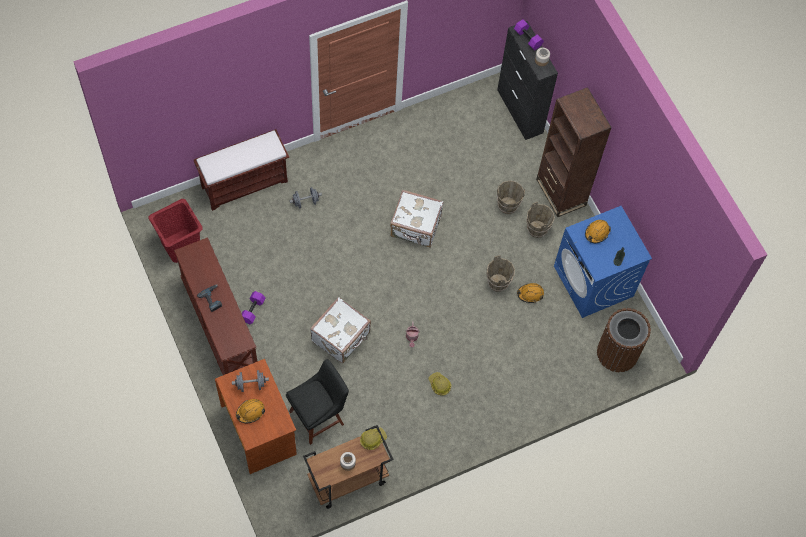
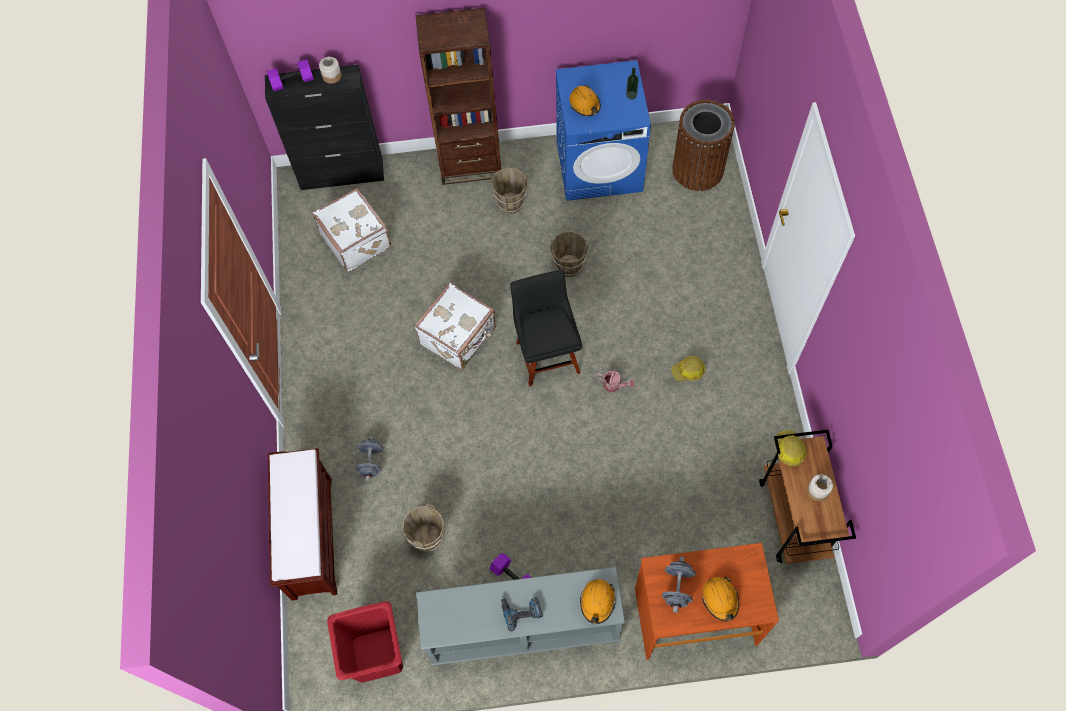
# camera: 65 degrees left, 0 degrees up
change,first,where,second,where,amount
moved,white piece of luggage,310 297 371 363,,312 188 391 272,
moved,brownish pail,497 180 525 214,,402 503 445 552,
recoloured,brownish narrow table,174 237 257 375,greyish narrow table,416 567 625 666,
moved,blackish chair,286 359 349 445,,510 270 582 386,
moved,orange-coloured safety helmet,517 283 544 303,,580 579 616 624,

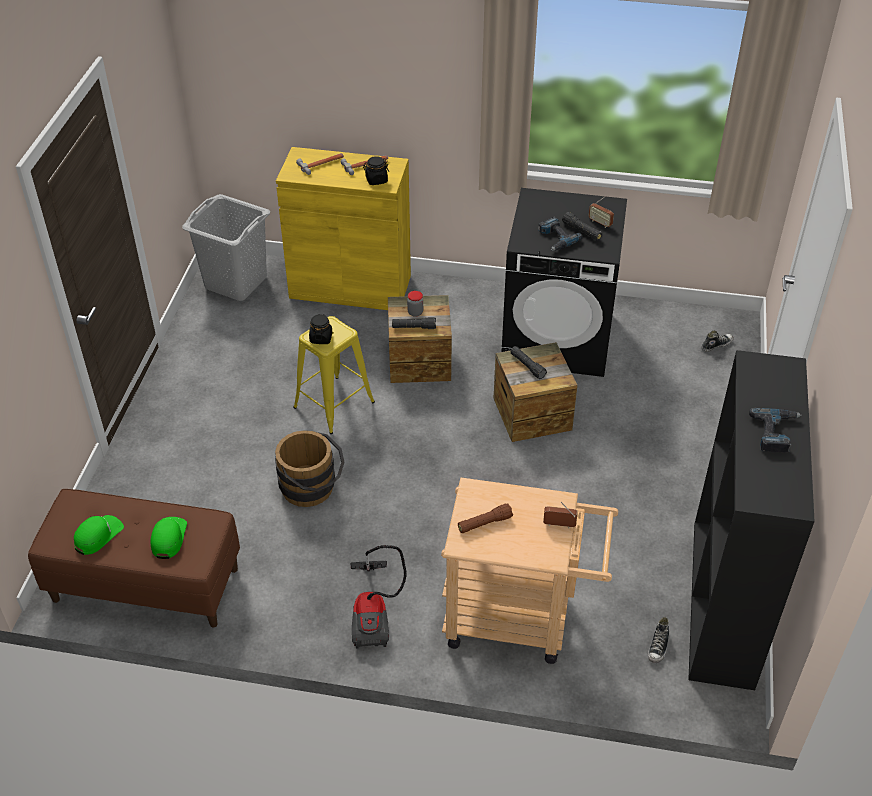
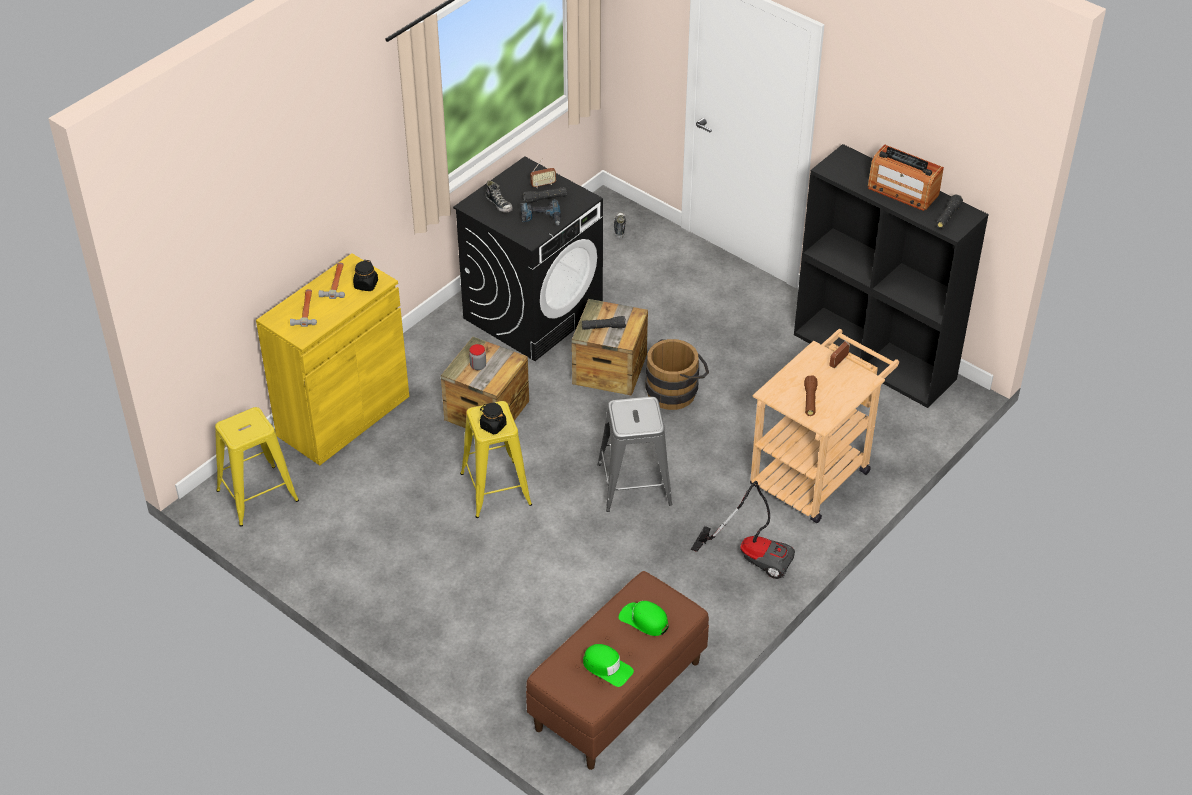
# camera: 60 degrees left, 0 degrees up
change,first,where,second,where,amount
replaced,greyish washing basket,182 194 270 301,yellowish stool,215 407 299 527,
moved,shoe,648 617 669 663,,486 180 513 213,
turned,greenish cap,74 515 124 555,,583 644 634 687,150 degrees clockwise
added,,,greyish stool,597 397 672 512,
moved,brownish pail,275 430 345 507,,646 339 709 410,
replaced,power drill,749 408 802 453,radio set,868 144 944 211,
moved,blackish flashlight,392 317 436 329,,936 194 963 229,

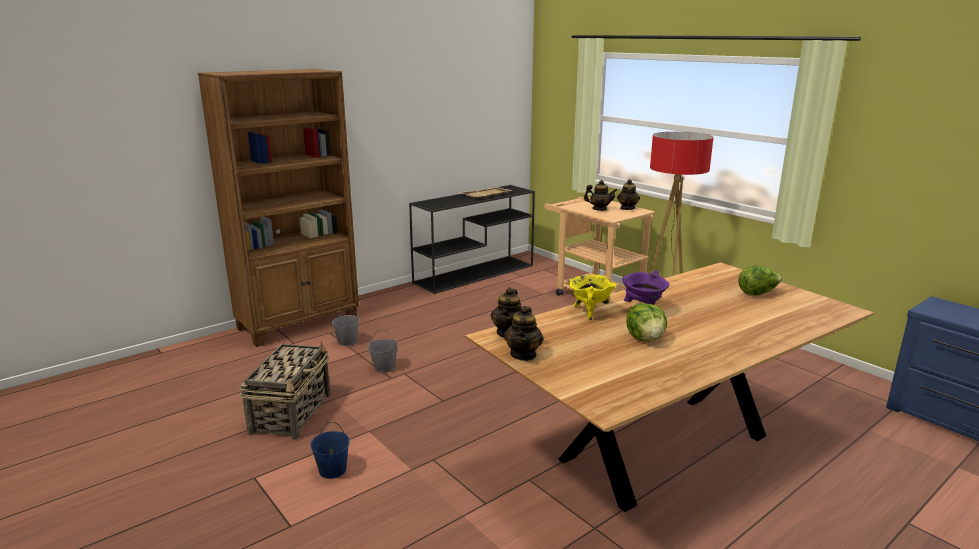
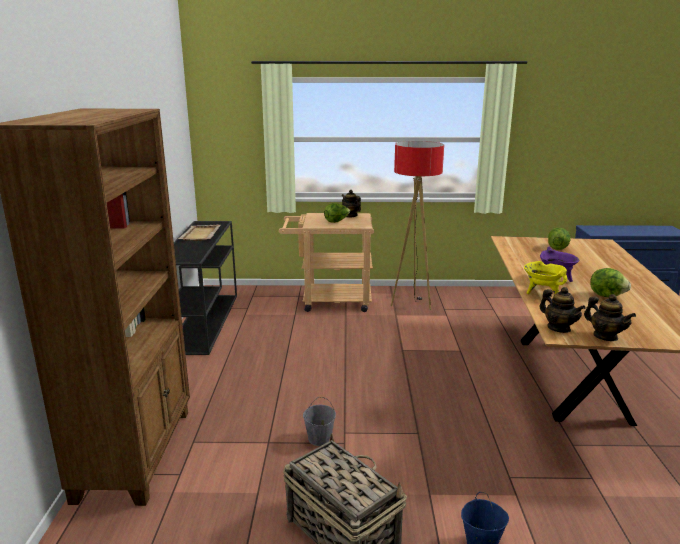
# camera: 50 degrees left, 0 degrees up
change,first,where,second,where,amount
replaced,pot for tea,584 180 618 211,head of lettuce,324 203 350 223,
removed,greyish pail,332 305 359 346,,,

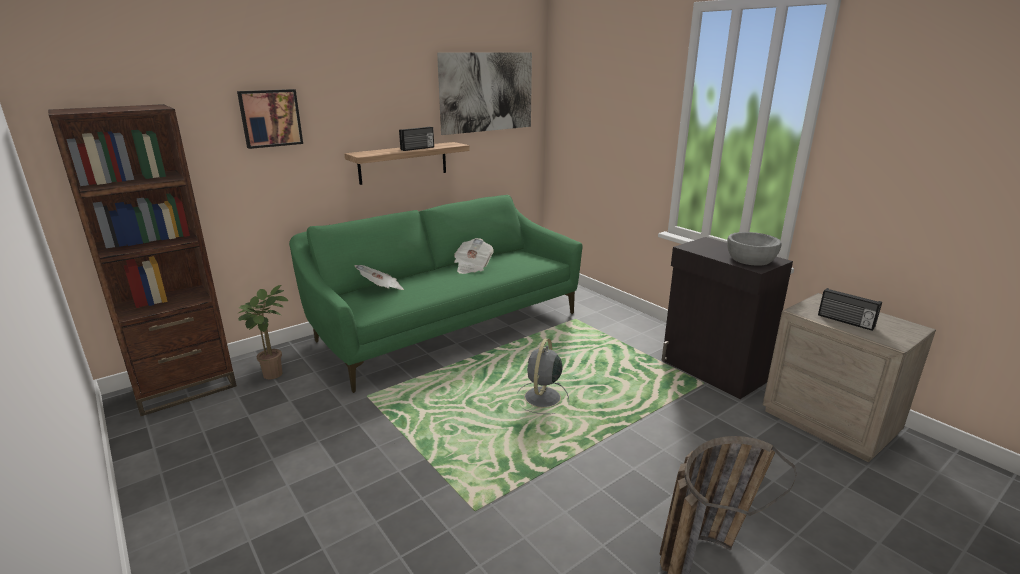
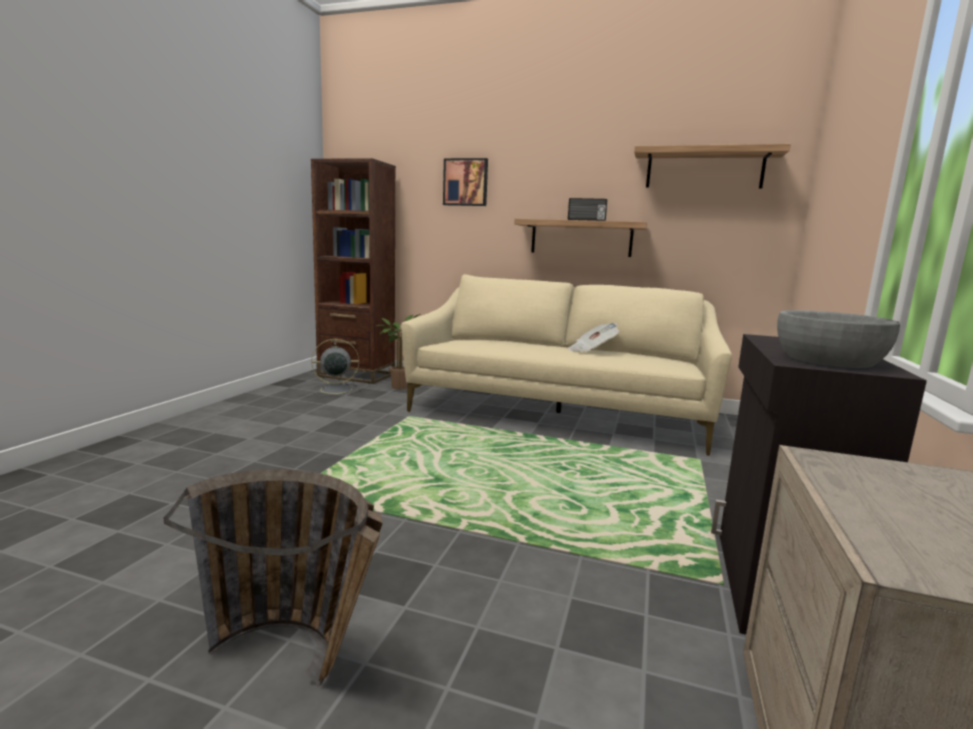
# camera: 55 degrees right, 10 degrees down
change,first,where,second,where,amount
moved,greyish fan,517 338 569 414,,311 339 361 397,
recoloured,greenish sofa,289 195 583 393,sand-coloured sofa,401 274 732 456,
replaced,wall picture,437 52 532 135,bracket shelf,634 144 791 189,
removed,daily paper,354 265 404 290,,,
removed,radio set,818 288 882 331,,,

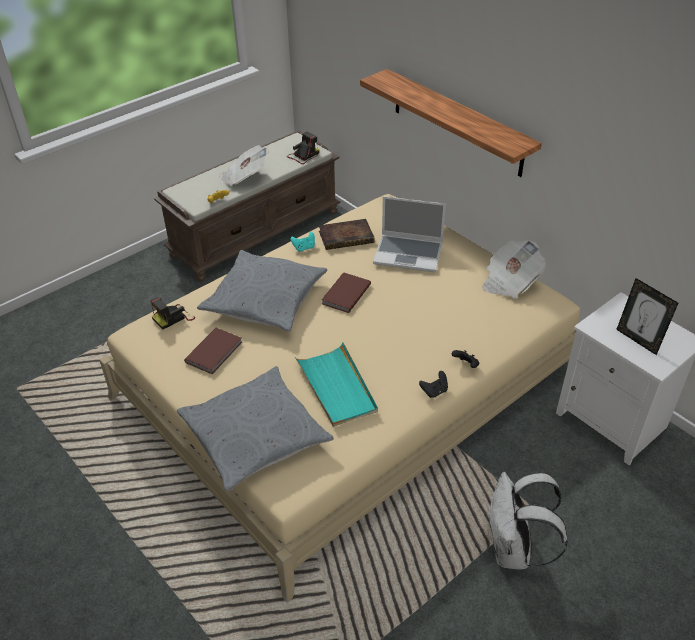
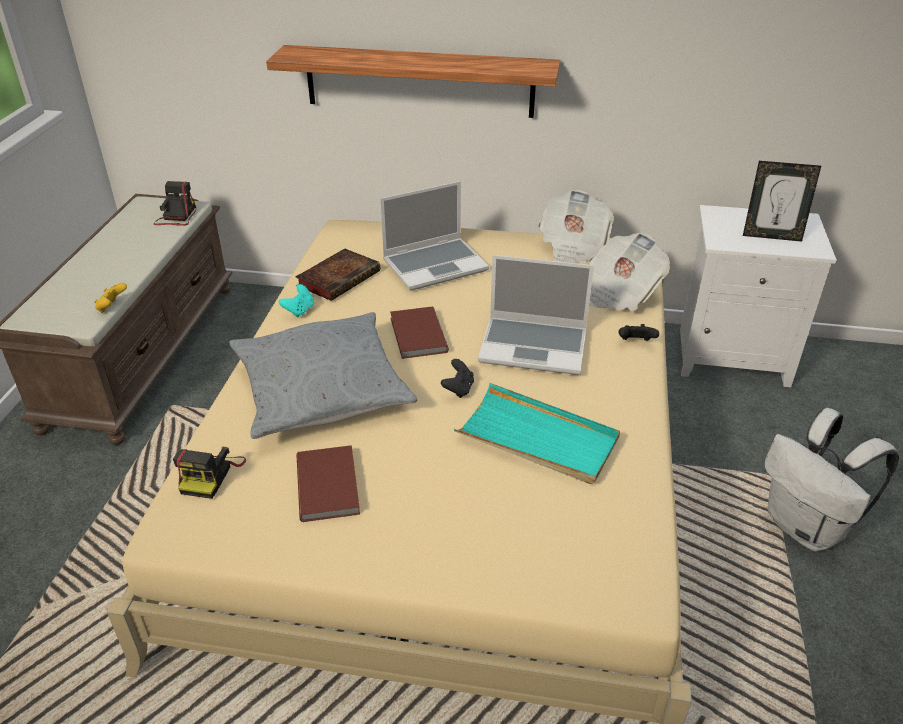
# camera: 40 degrees left, 5 degrees down
change,first,where,second,where,amount
moved,blackish gamepad,419 371 448 398,,441 359 474 398,
added,,,laptop,478 255 594 375,
moved,daily paper,219 145 269 187,,589 233 670 311,
removed,greyish pillow,177 366 334 491,,,

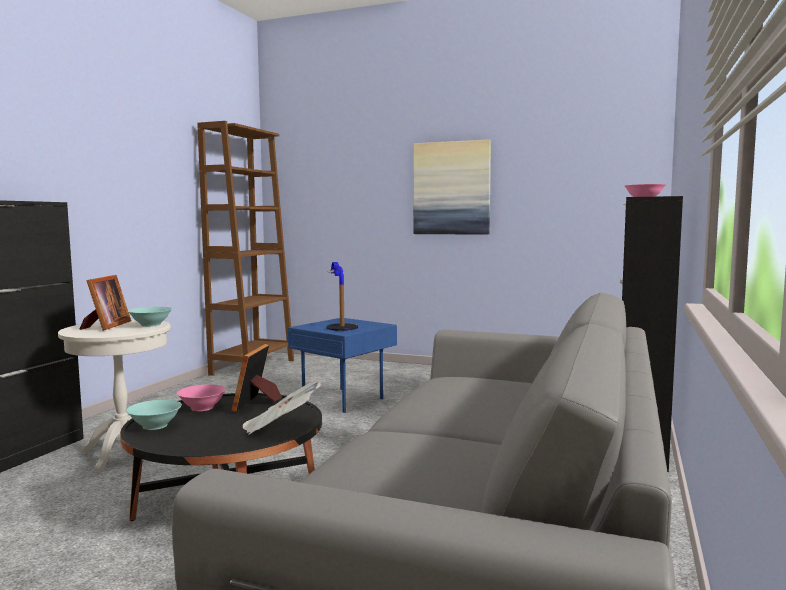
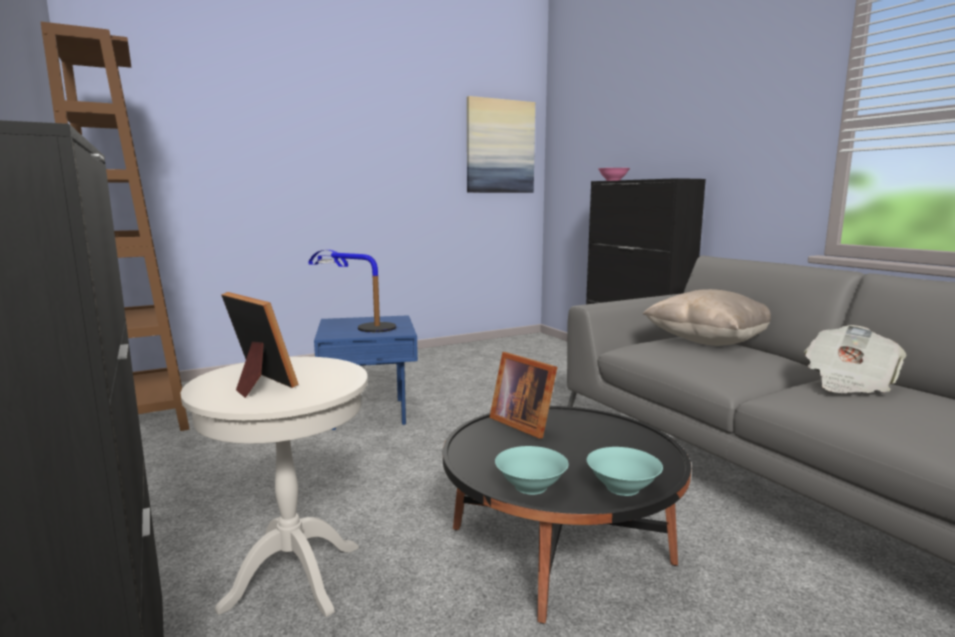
# camera: 50 degrees left, 5 degrees up
change,first,where,second,where,amount
moved,wall picture,413 140 491 235,,467 96 535 193,
moved,turquoise serving bowl,128 307 172 327,,587 447 663 496,
added,,,sand-coloured pillow,643 289 771 346,
moved,daily paper,242 382 321 435,,804 325 906 393,
removed,pinkish serving bowl,177 385 226 411,,,

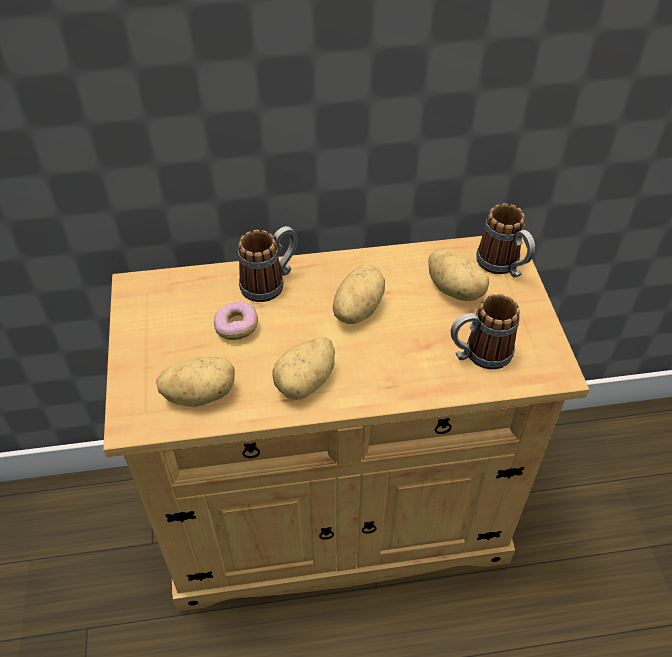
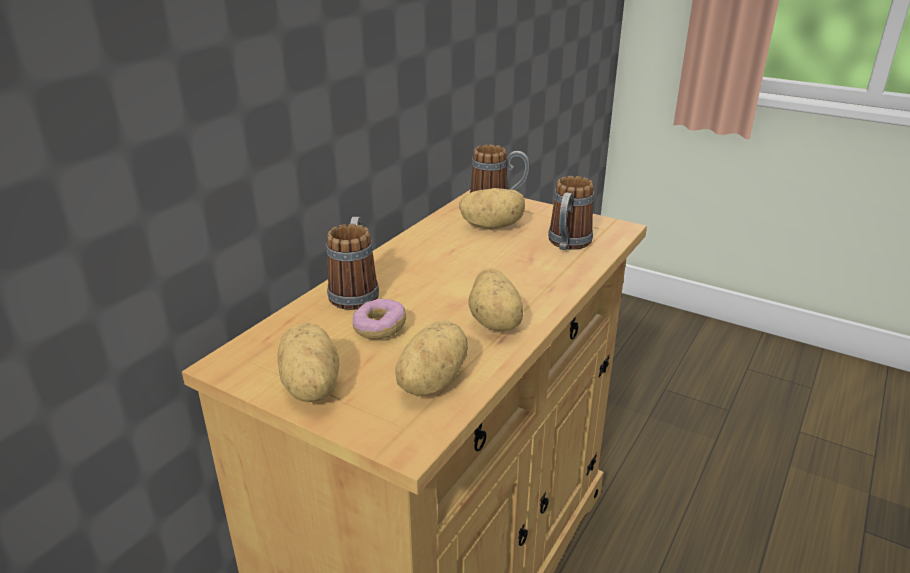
# camera: 50 degrees left, 20 degrees down
change,first,where,second,where,amount
moved,spud,333 265 385 324,,277 323 339 402,

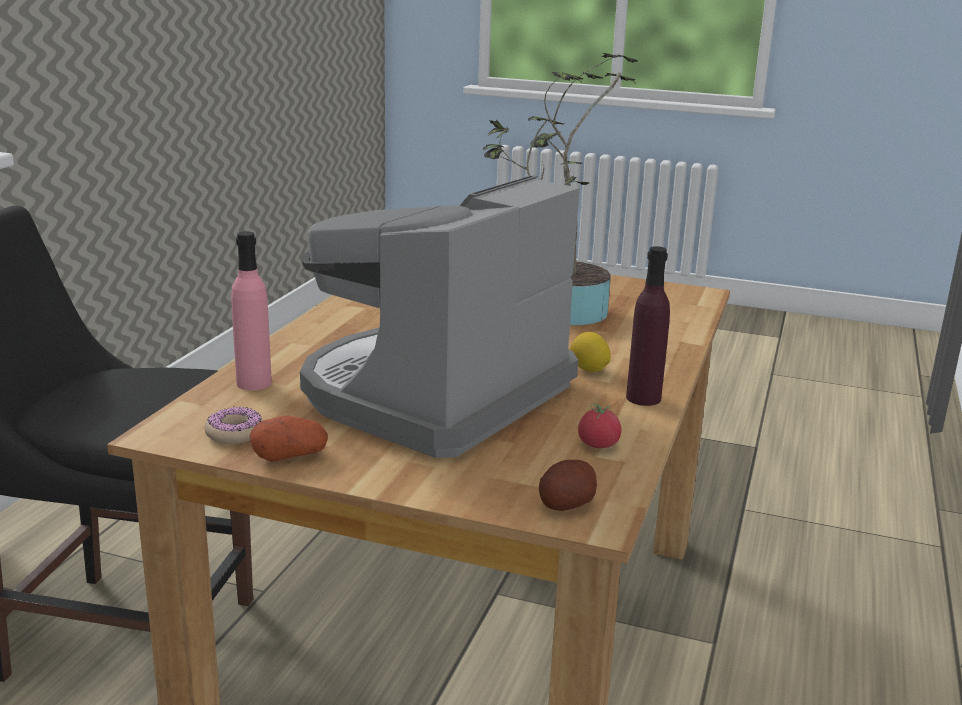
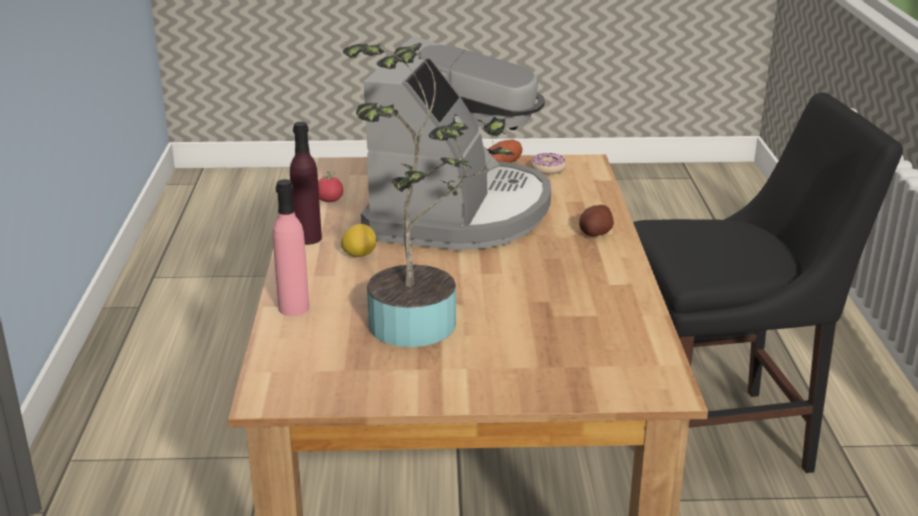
# camera: 160 degrees right, 5 degrees up
change,first,where,second,where,amount
moved,pinkish drink bottle,231 231 272 390,,273 179 309 316,
moved,spud,539 460 597 511,,579 205 614 236,

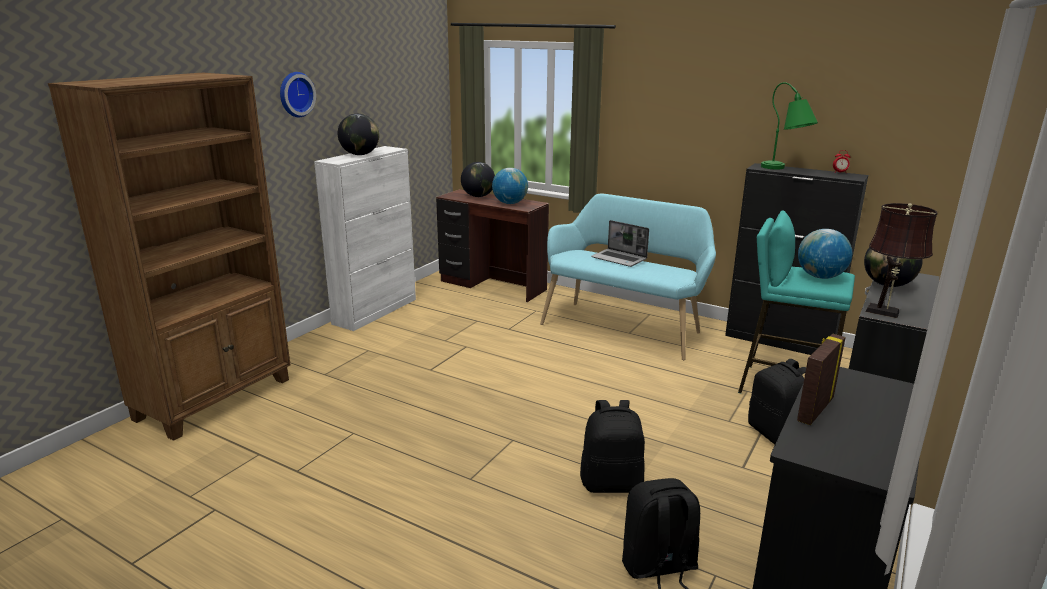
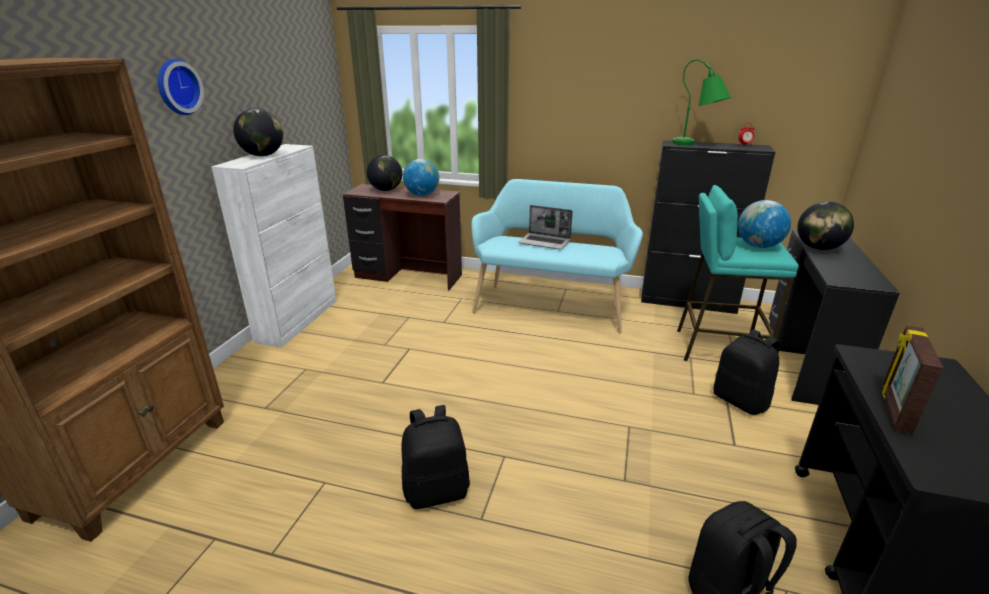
# camera: 15 degrees left, 5 degrees up
change,first,where,second,where,amount
moved,blackish rucksack,580 400 645 493,,402 405 470 509,
removed,brownish table lamp,866 203 937 318,,,

